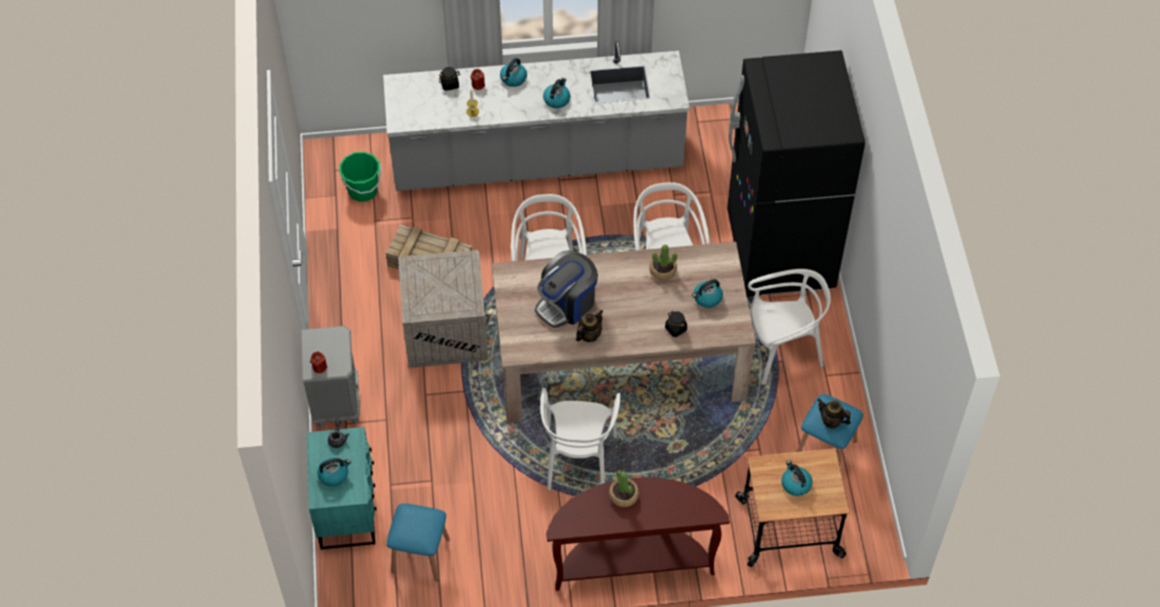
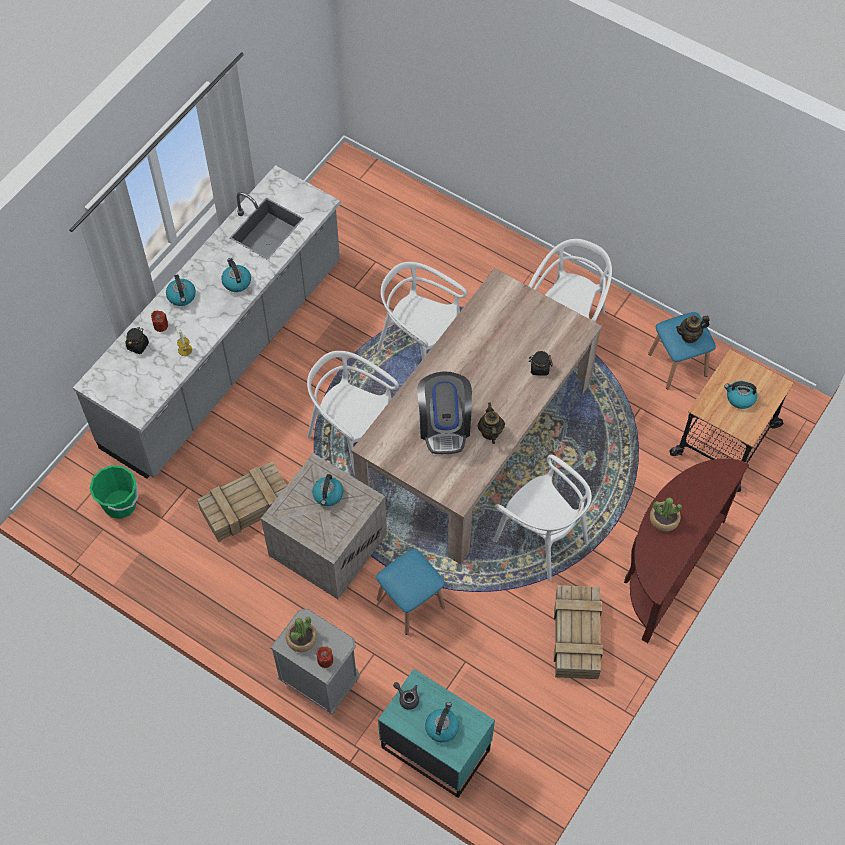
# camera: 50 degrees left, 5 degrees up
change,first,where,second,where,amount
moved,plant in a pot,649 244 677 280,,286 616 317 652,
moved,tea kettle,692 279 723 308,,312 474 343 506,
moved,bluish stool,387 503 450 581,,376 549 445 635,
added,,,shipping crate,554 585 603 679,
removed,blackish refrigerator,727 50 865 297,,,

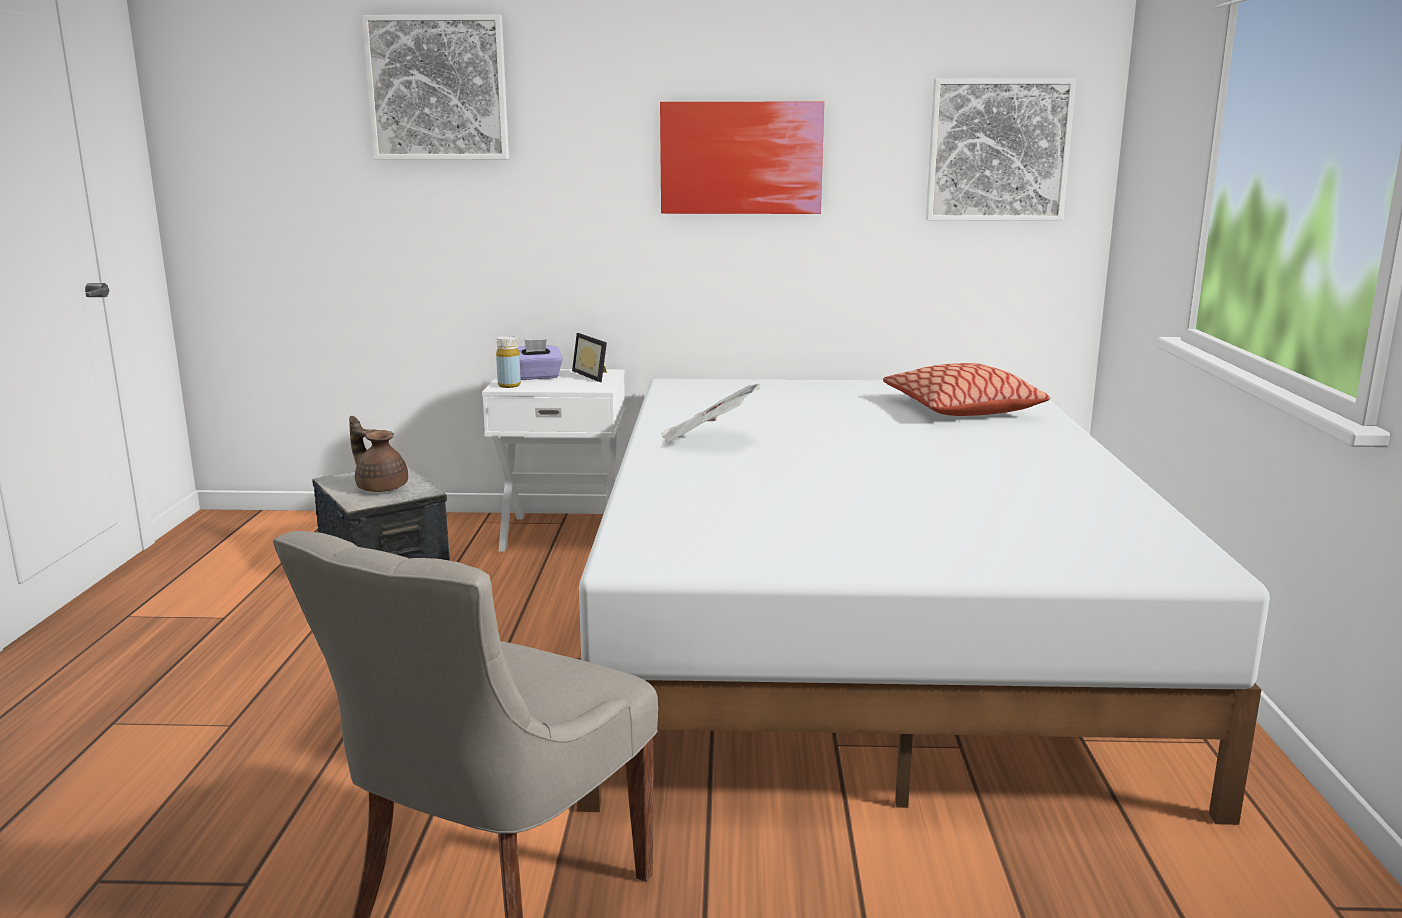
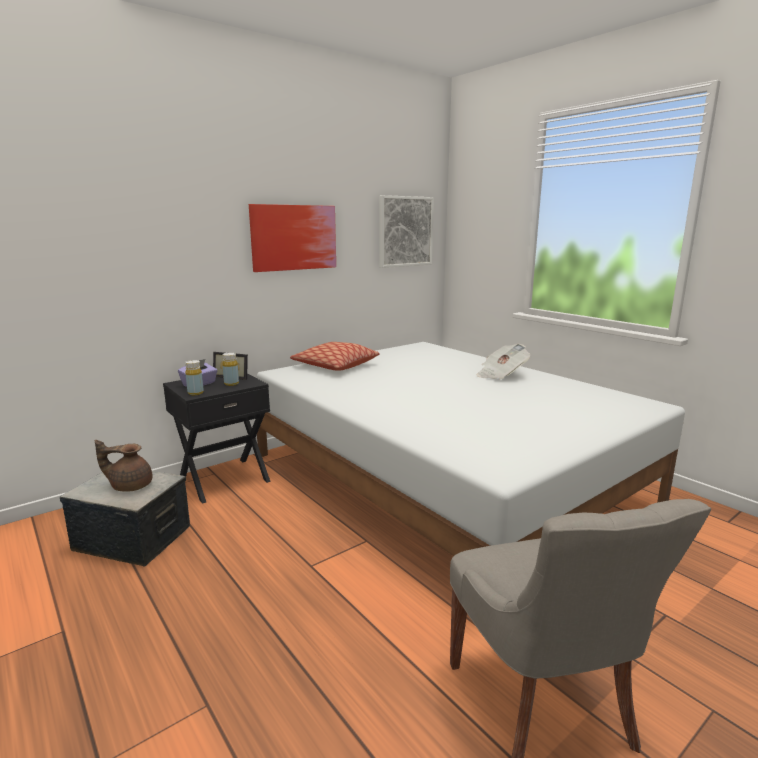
# camera: 40 degrees left, 0 degrees up
change,first,where,second,where,amount
recoloured,white nightstand,482 369 625 551,blackish nightstand,163 374 271 504,
added,,,yellowish drink bottle,222 353 239 386,
moved,pillow,883 363 1050 416,,290 342 380 371,
moved,daily paper,661 384 760 442,,476 344 530 379,
removed,wall picture,362 14 509 159,,,

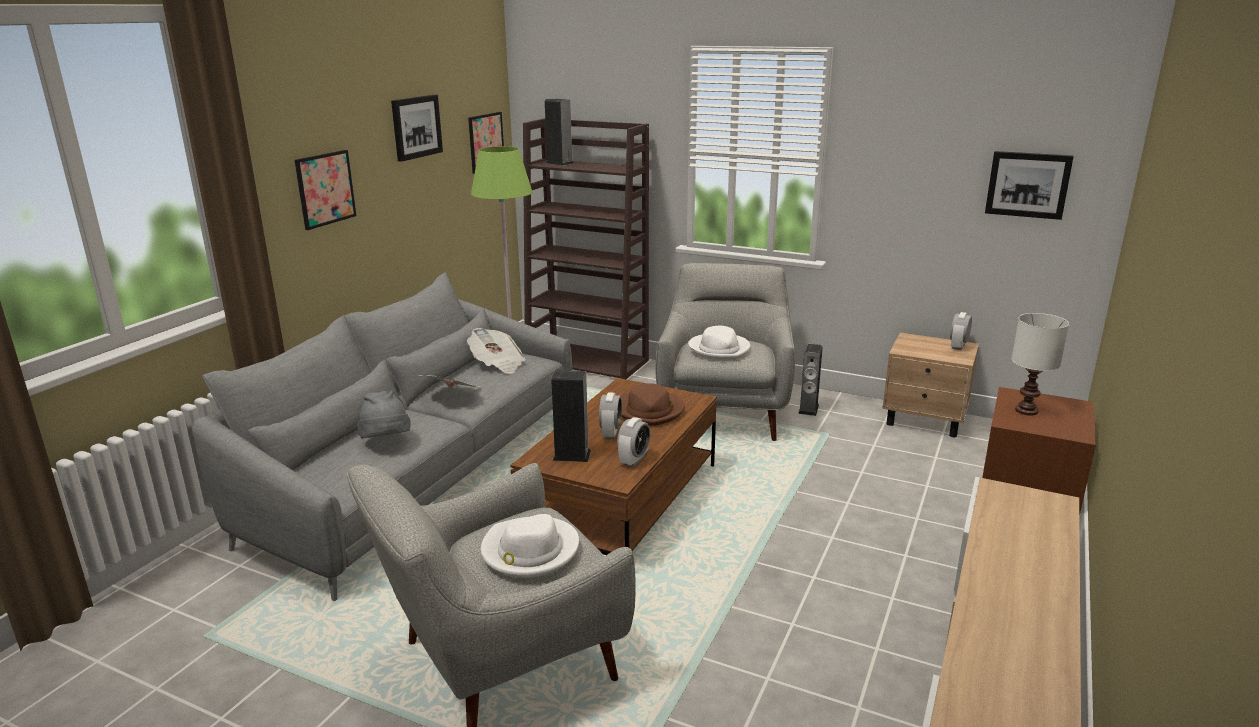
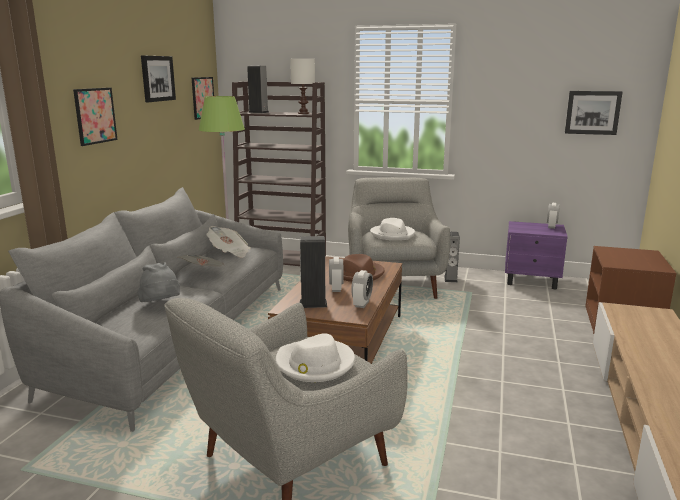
# camera: 10 degrees left, 5 degrees down
change,first,where,second,where,amount
moved,white table lamp,1011 313 1069 416,,290 58 315 114,
recoloured,sand-coloured nightstand,882 333 979 437,purple nightstand,505 221 568 289,

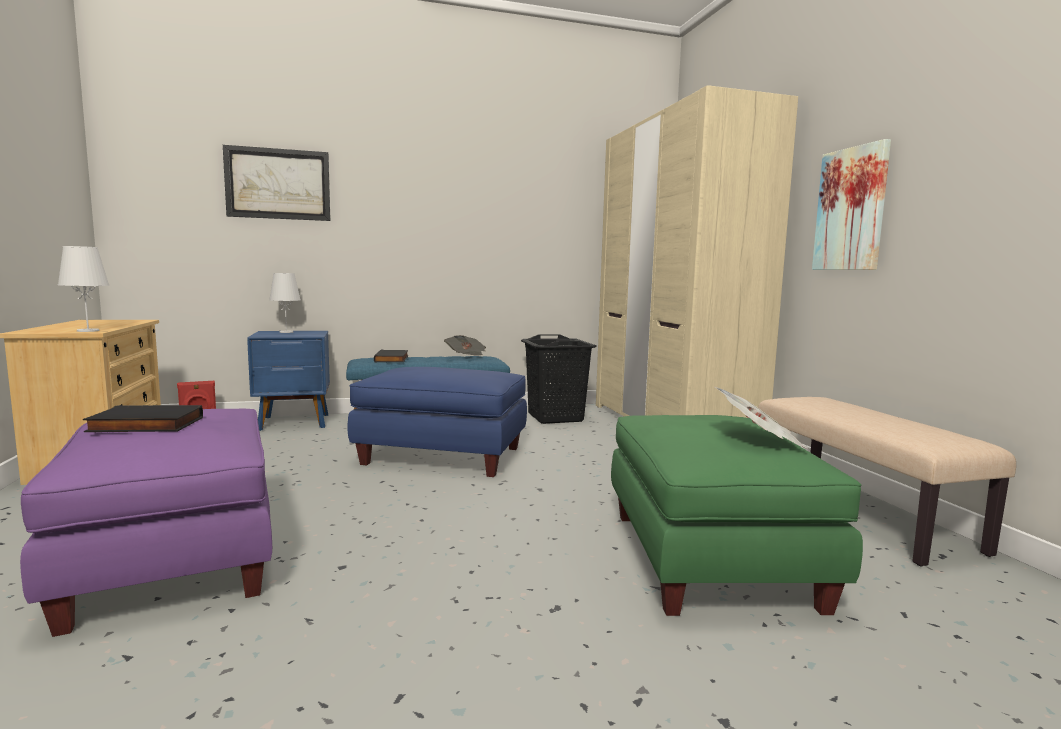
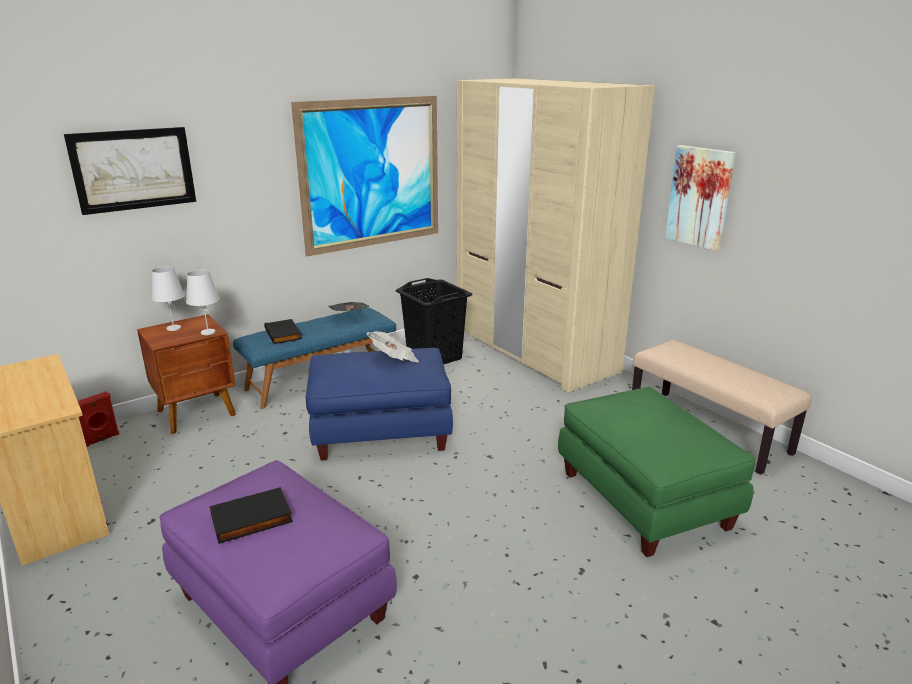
# camera: 20 degrees left, 15 degrees up
change,first,where,second,where,amount
recoloured,bluish nightstand,247 331 330 431,brownish nightstand,137 314 236 434,
moved,white table lamp,58 246 109 332,,186 270 220 335,
added,,,wall picture,291 96 438 257,
moved,daily paper,715 387 809 449,,367 331 419 362,

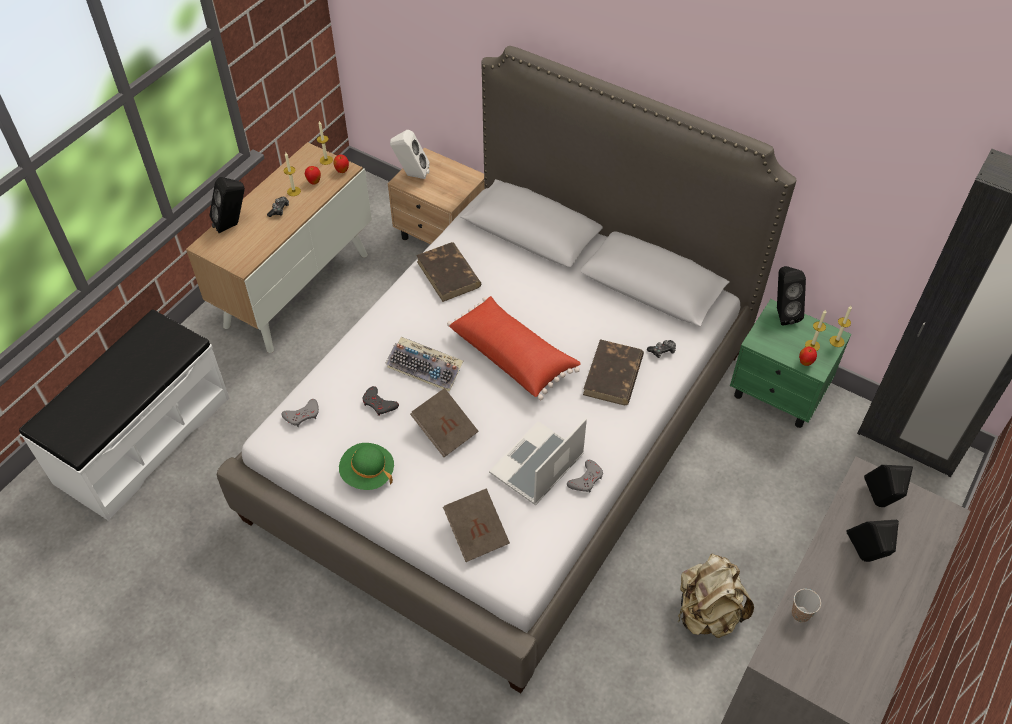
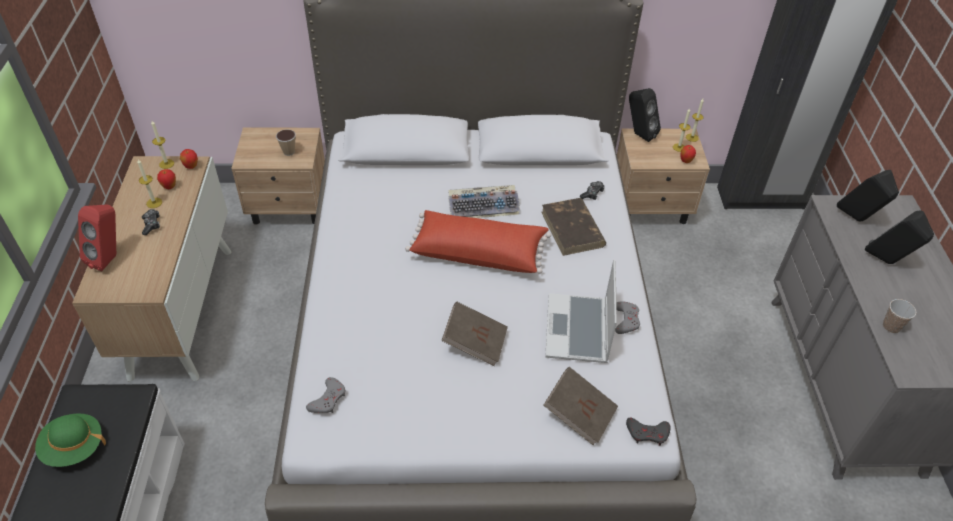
# camera: 35 degrees left, 5 degrees down
change,first,where,second,where,amount
moved,greenish clothing hat,339 443 394 490,,35 413 106 467,
recoloured,blackish audio speaker,210 177 245 233,red audio speaker,78 205 116 272,
added,,,drinking cup,276 129 296 156,
moved,computer keyboard,385 337 463 392,,448 185 520 218,
recoloured,greenish nightstand,730 299 851 428,sand-coloured nightstand,617 128 710 224,
moved,greyish gamepad,363 386 399 416,,626 418 671 446,
removed,white audio speaker,390 130 430 179,,,
removed,brownish volume,416 242 481 302,,,
removed,sand-coloured rucksack,678 554 754 638,,,

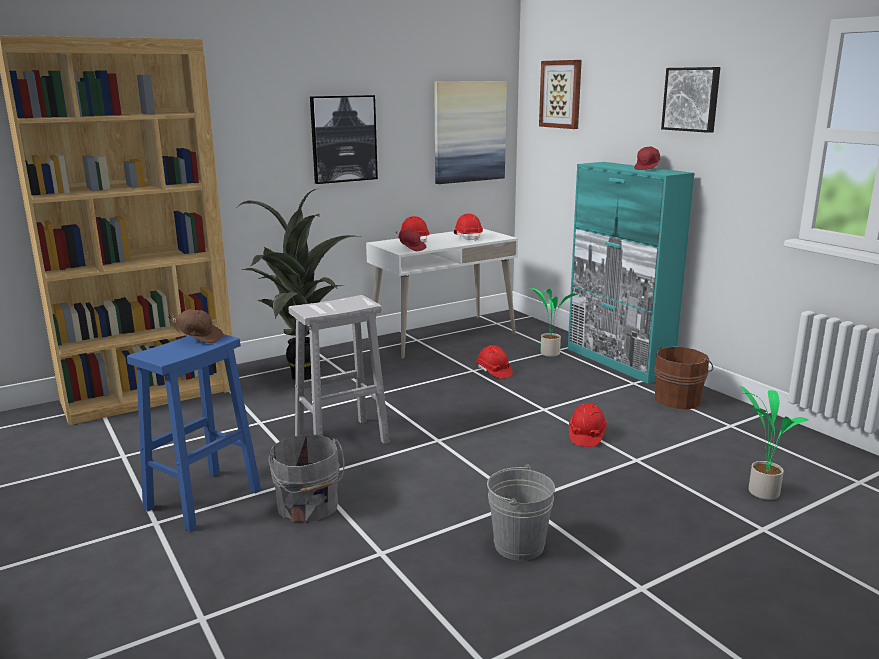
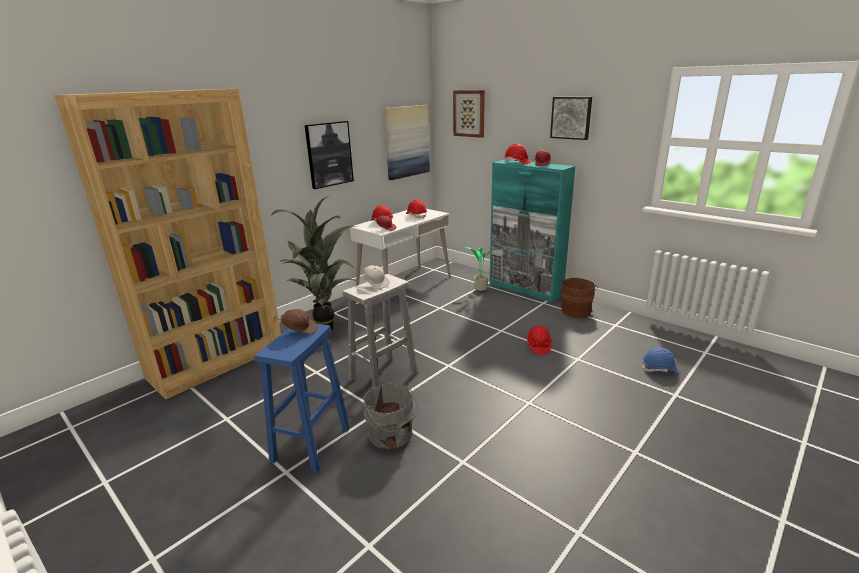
# camera: 15 degrees left, 5 degrees up
change,first,where,second,where,amount
added,,,white cap,362 265 390 289,
moved,red safety helmet,476 345 513 379,,504 144 531 164,
replaced,plant in a pot,741 386 808 500,bluish safety helmet,642 347 679 373,
removed,greyish pail,487 464 555 561,,,

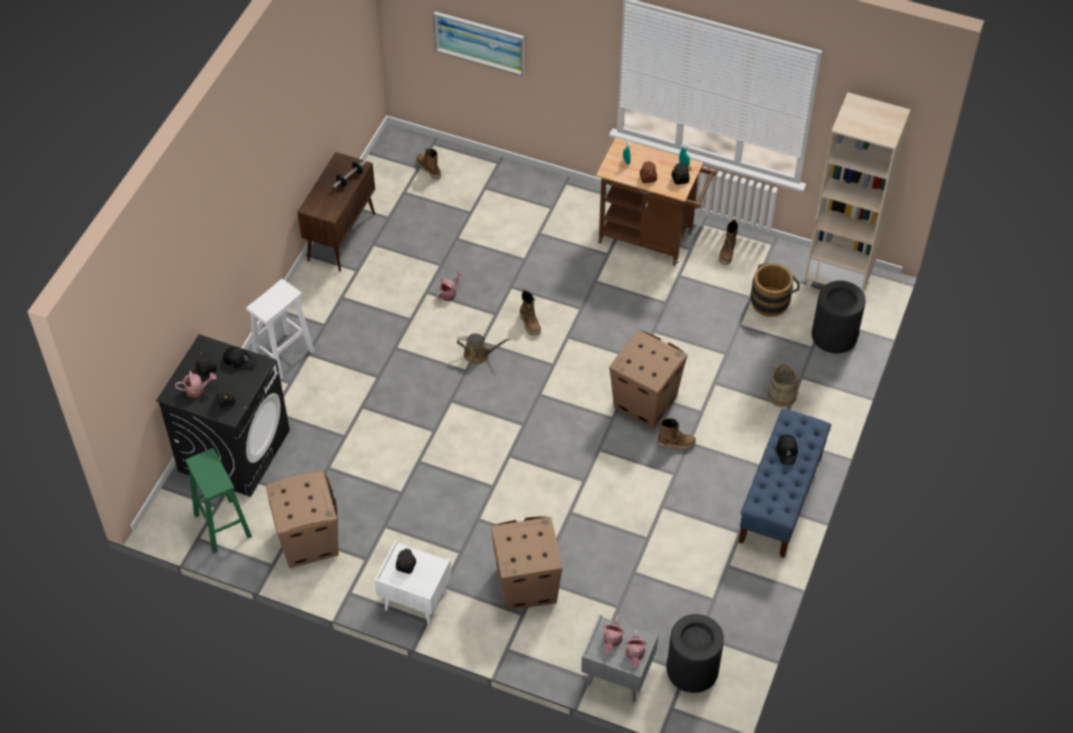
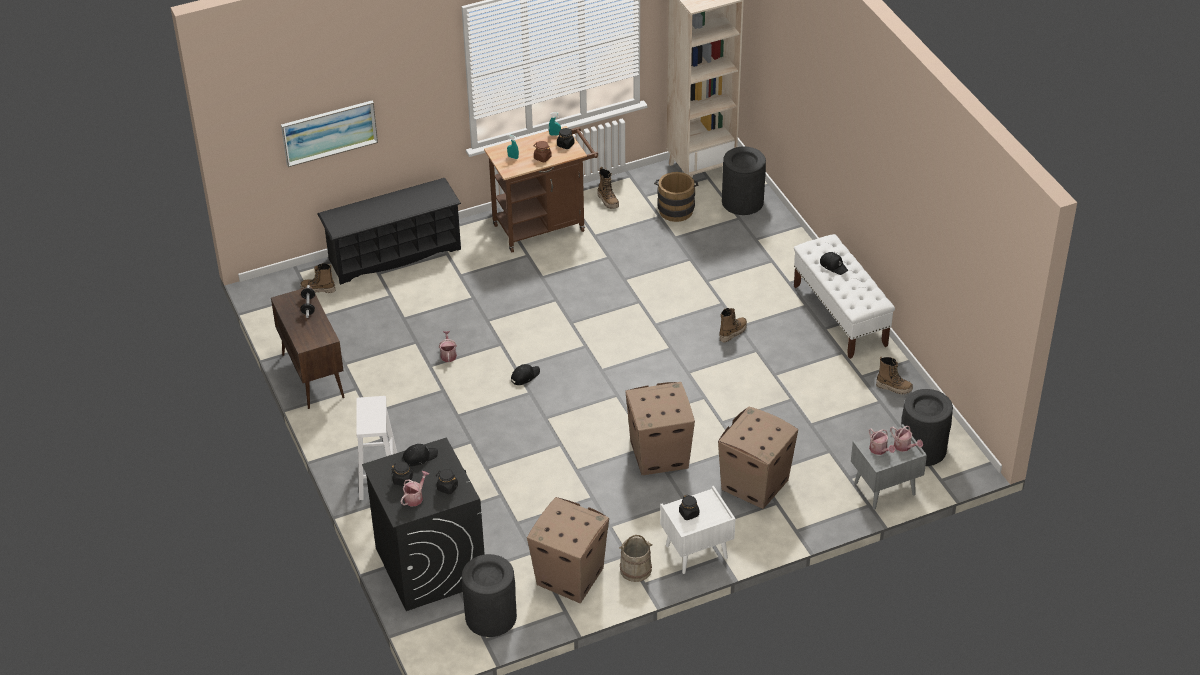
# camera: 45 degrees left, 10 degrees down
change,first,where,second,where,amount
added,,,blackish shoe stand,317 178 461 285,
replaced,greenish stool,186 448 252 553,blackish waste bin,462 554 517 637,
replaced,brownish watering pot,457 333 511 364,blackish cap,511 364 540 385,
moved,sand-coloured pail,767 365 799 407,,619 535 653 582,
moved,packing box,609 330 687 429,,625 382 695 475,
recoloured,bluish long seat,738 408 831 558,white long seat,794 234 895 359,
moved,boot,520 289 541 335,,876 357 913 394,

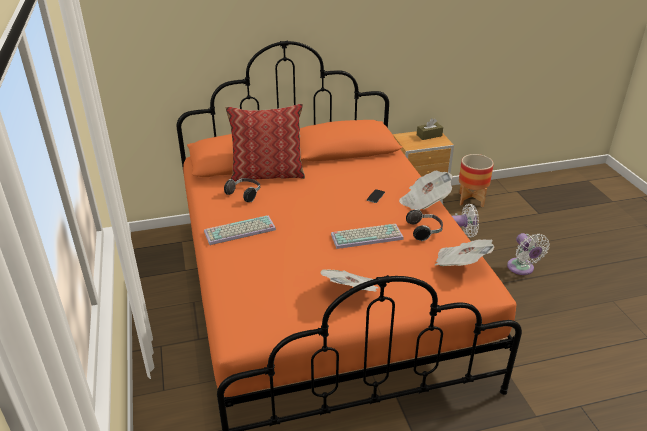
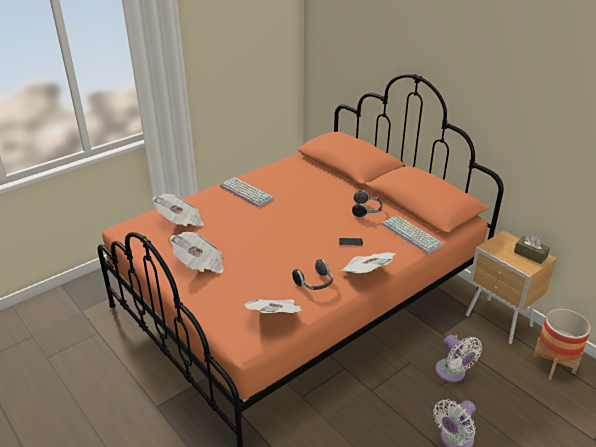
# camera: 65 degrees right, 0 degrees up
change,first,where,second,where,amount
added,,,daily paper,153 194 204 226,
moved,headset,224 178 260 202,,352 190 383 218,
moved,computer keyboard,331 224 404 249,,382 215 444 254,
removed,pillow,225 103 305 181,,,

